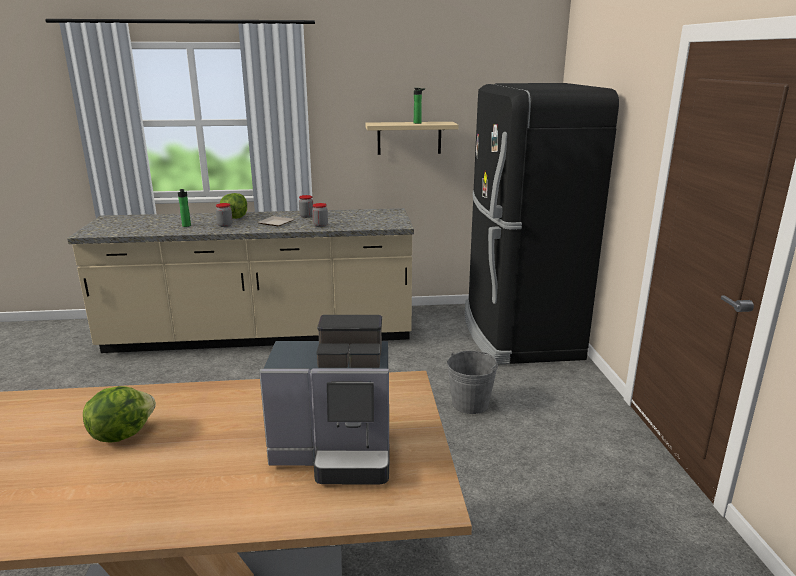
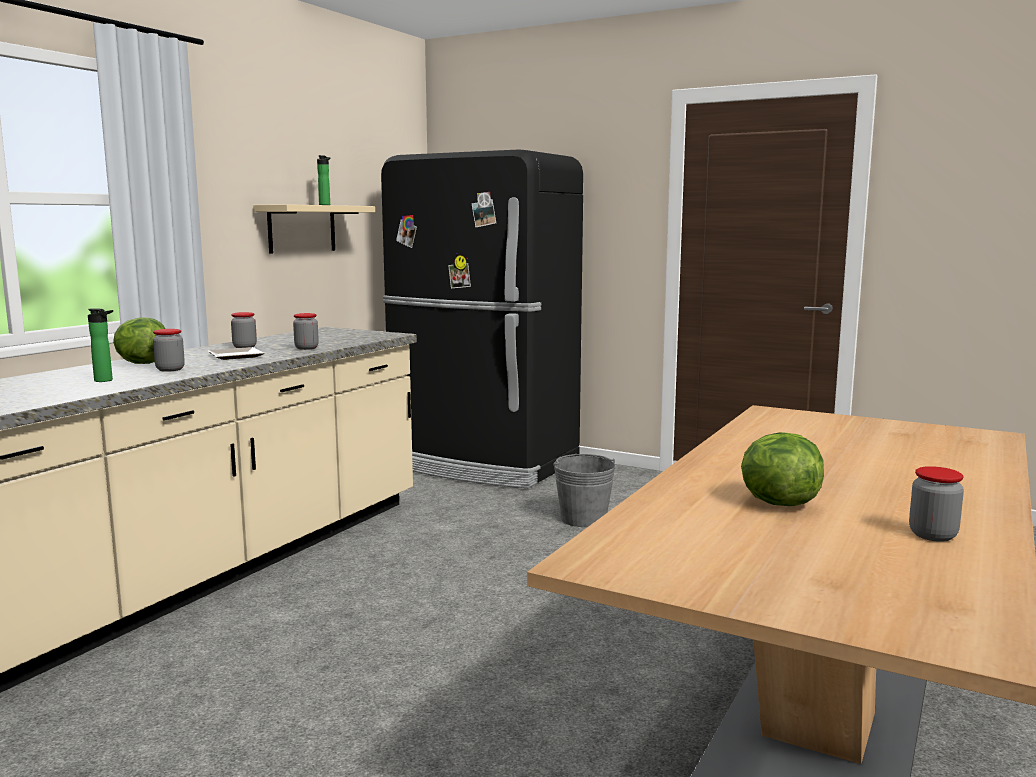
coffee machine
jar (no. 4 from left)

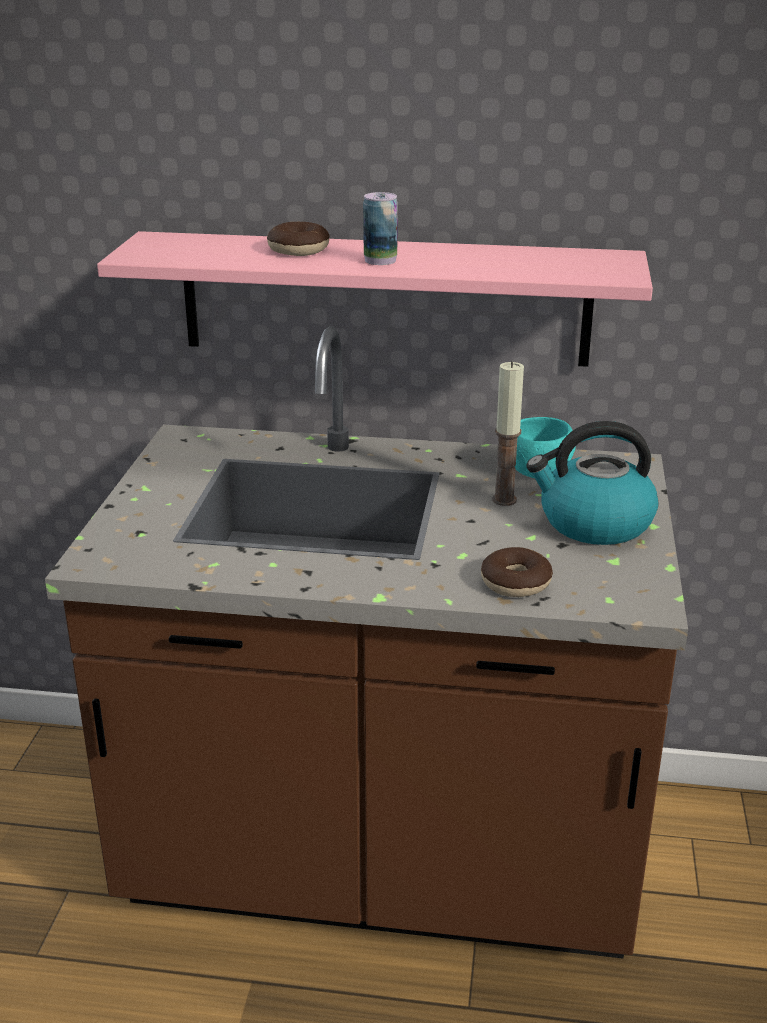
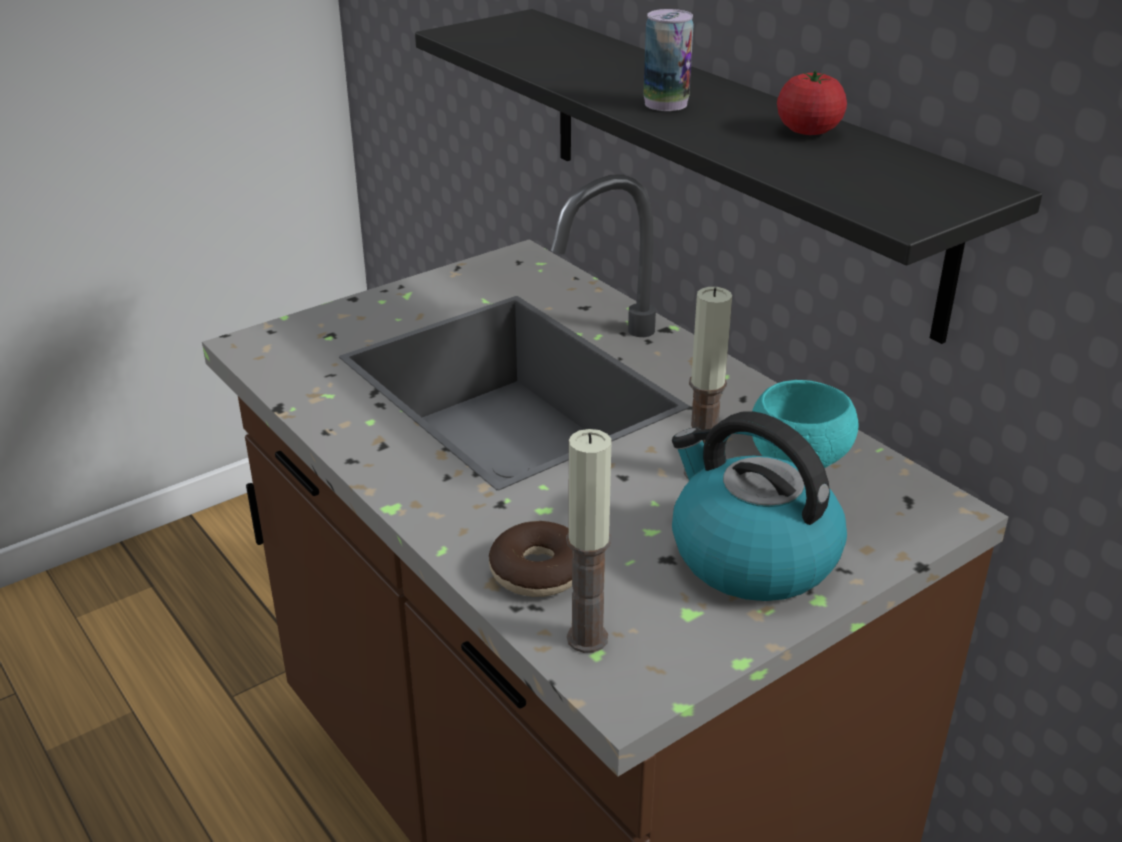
black shelf
donut (no. 1 from left in the first image)
candle (no. 1 from left)
tomato

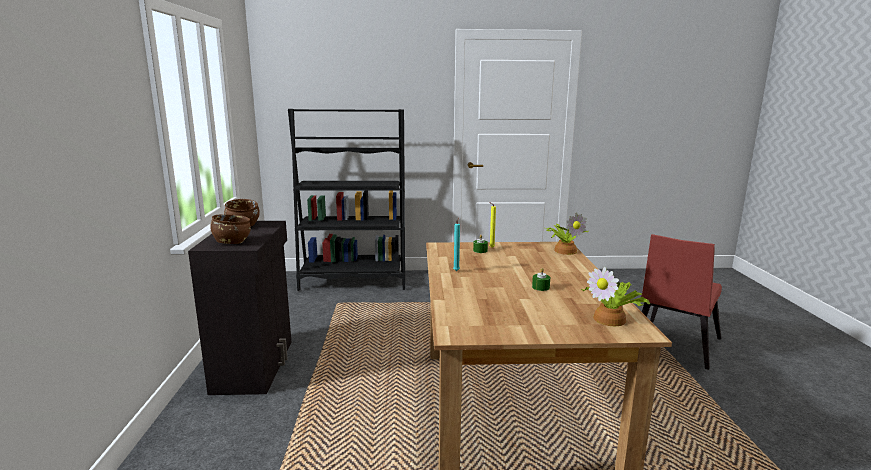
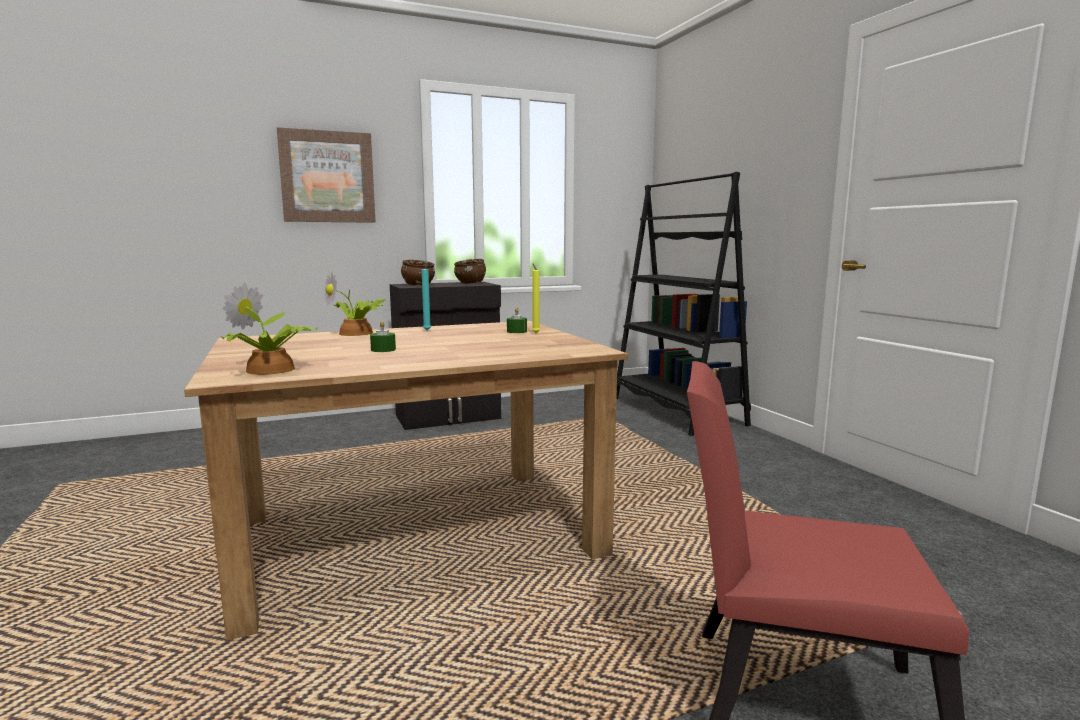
potted plant (no. 2 from left)
picture

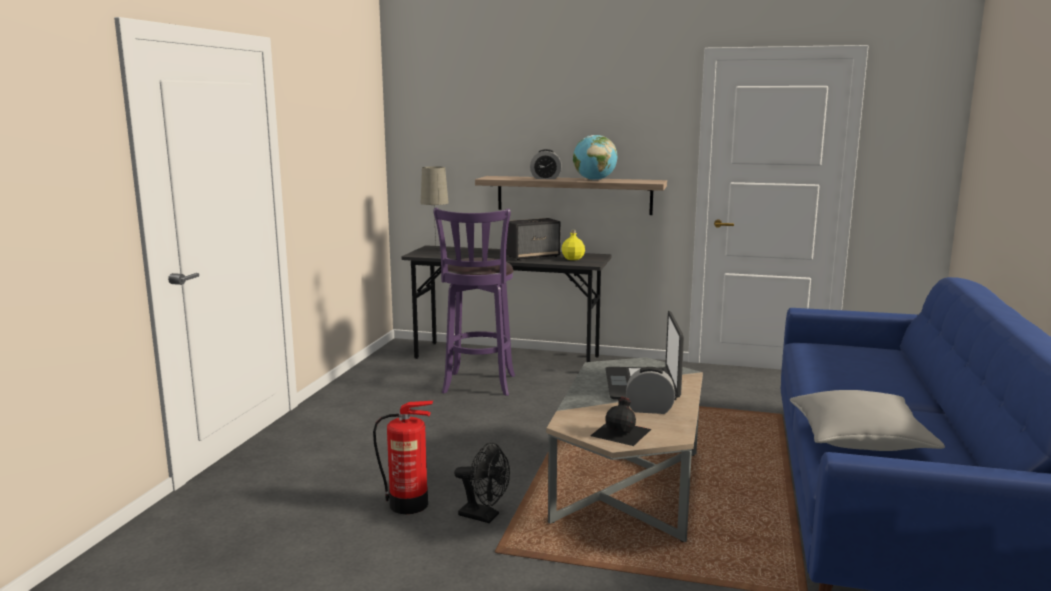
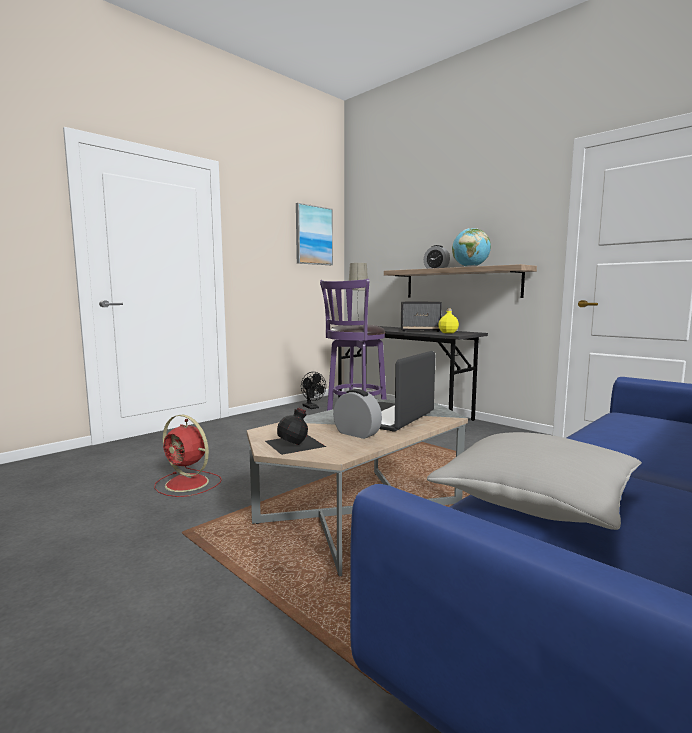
red fan
black fan
picture

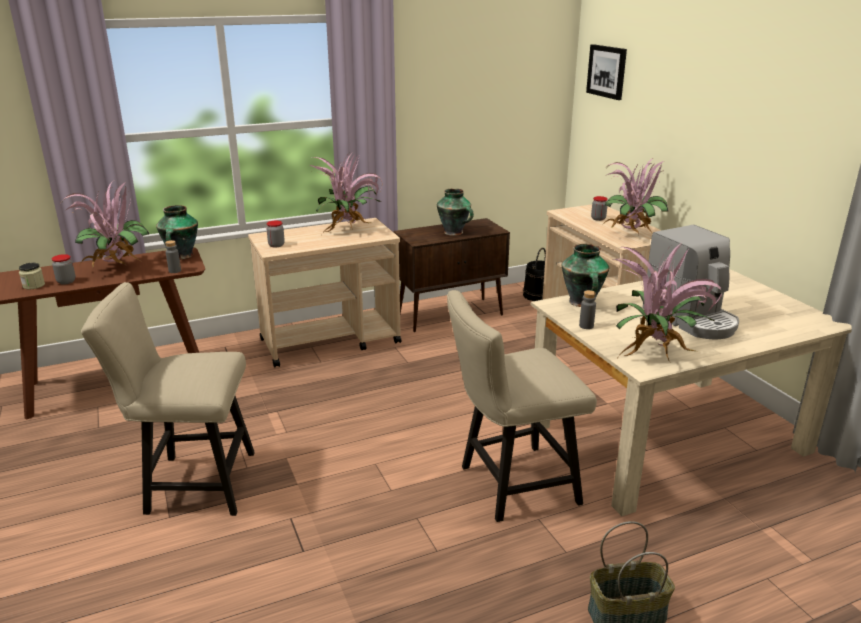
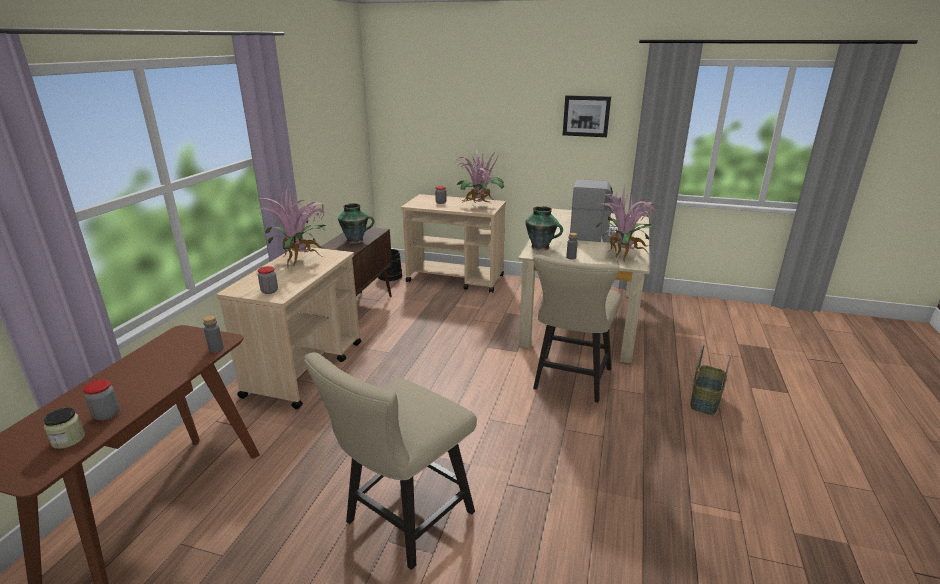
potted plant (no. 1 from left in the first image)
vase (no. 1 from left in the first image)
picture

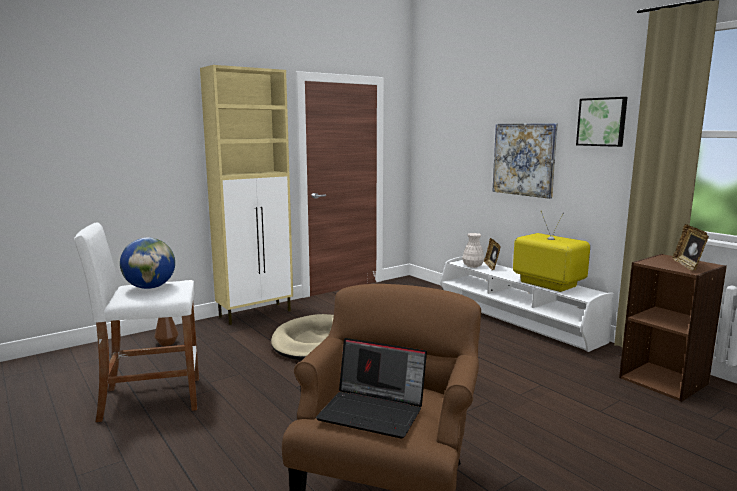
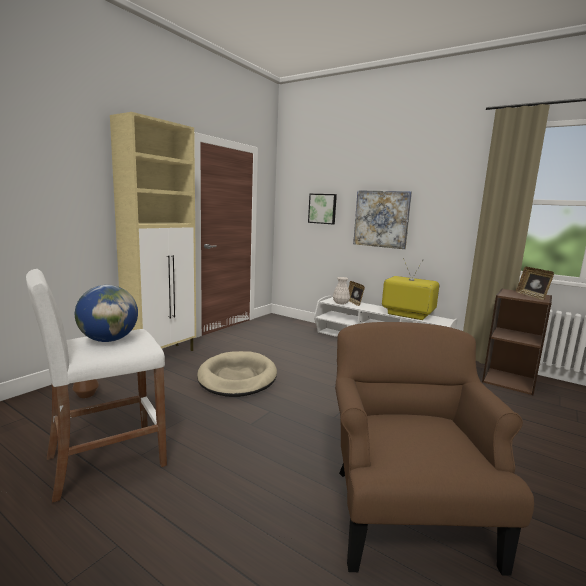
laptop
picture (no. 1 from left)

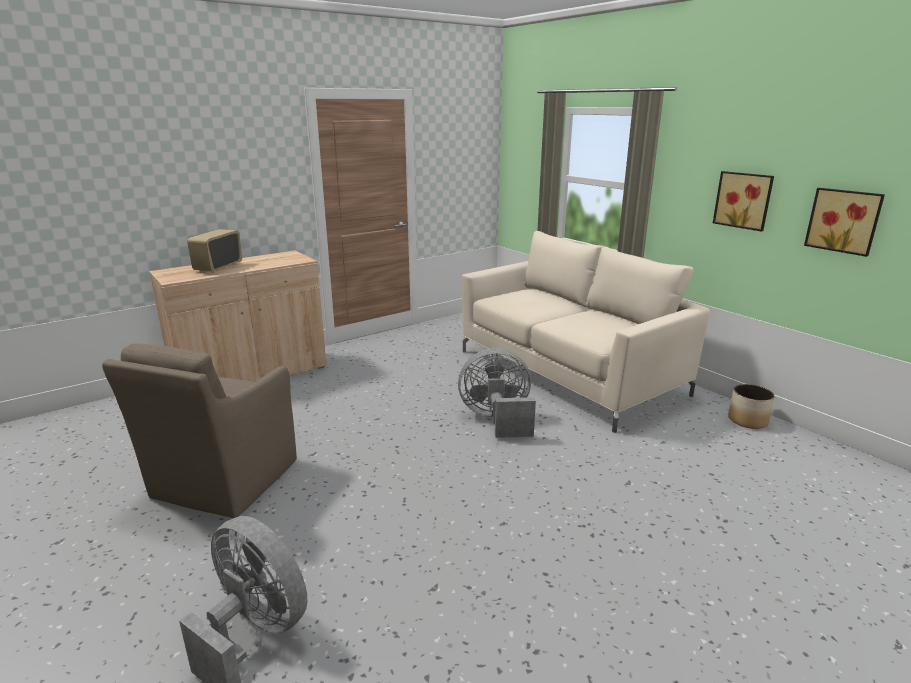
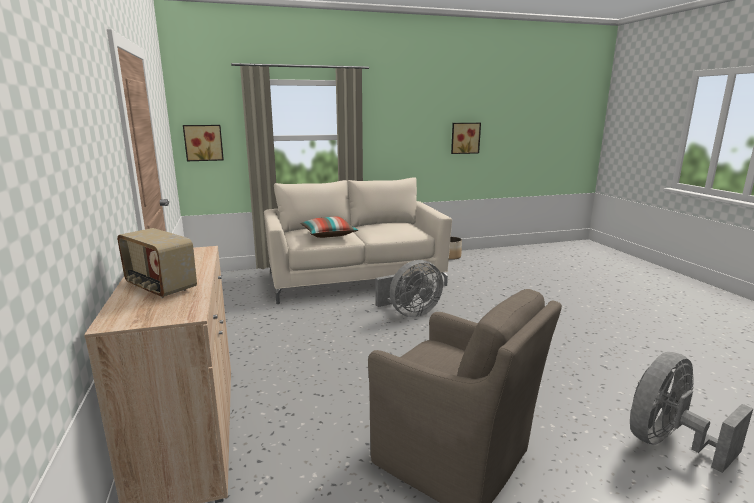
grey fan (no. 1 from left)
picture (no. 1 from left)
pillow

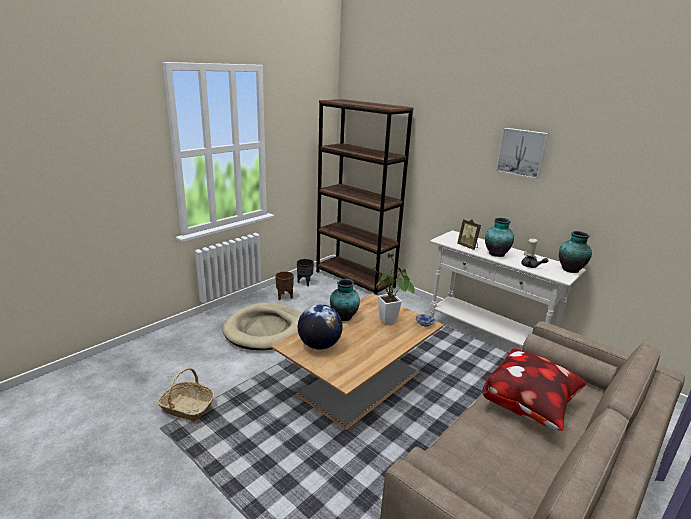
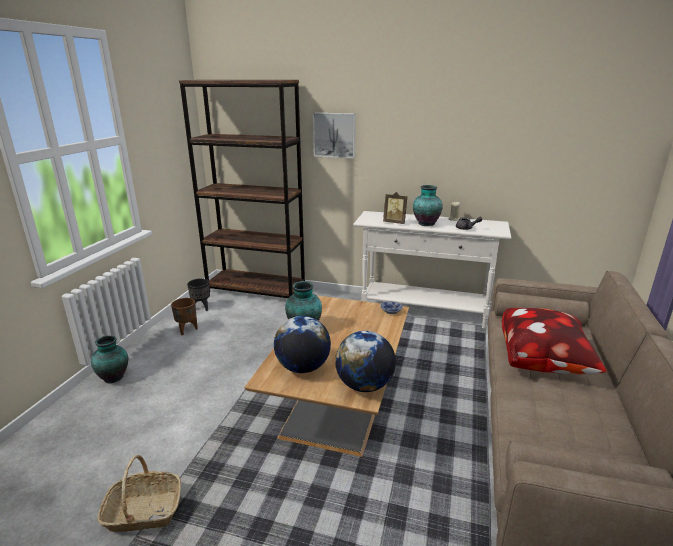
beige dog bed
potted plant
picture
vase (no. 1 from left)
globe (no. 2 from left)

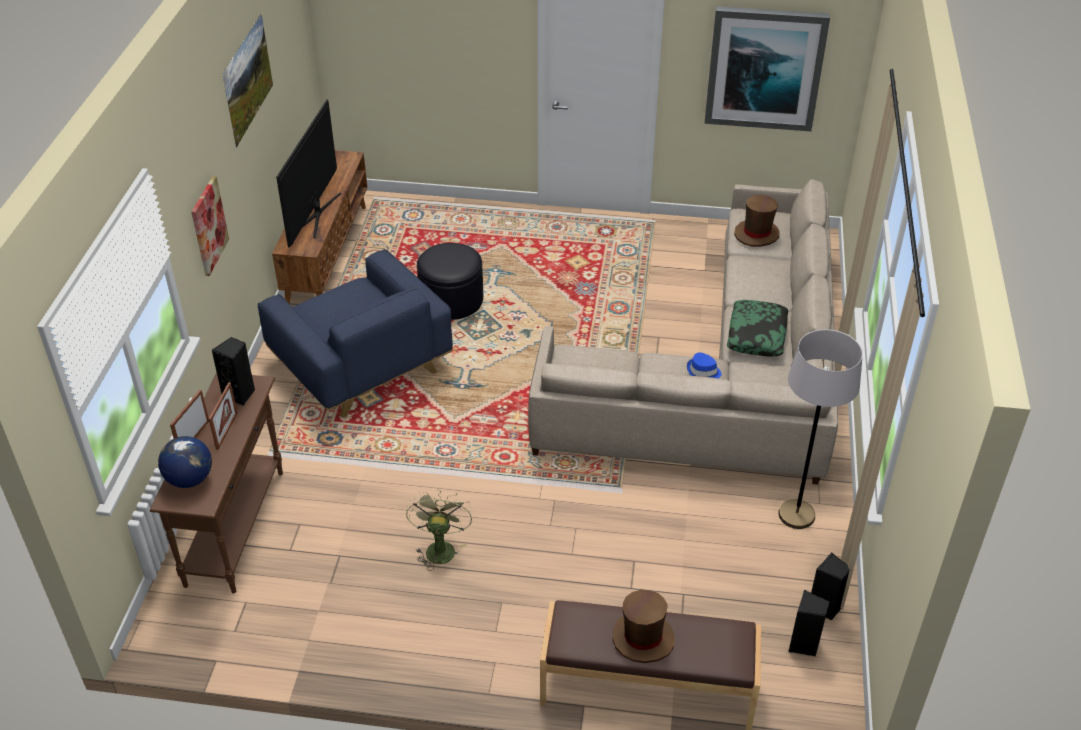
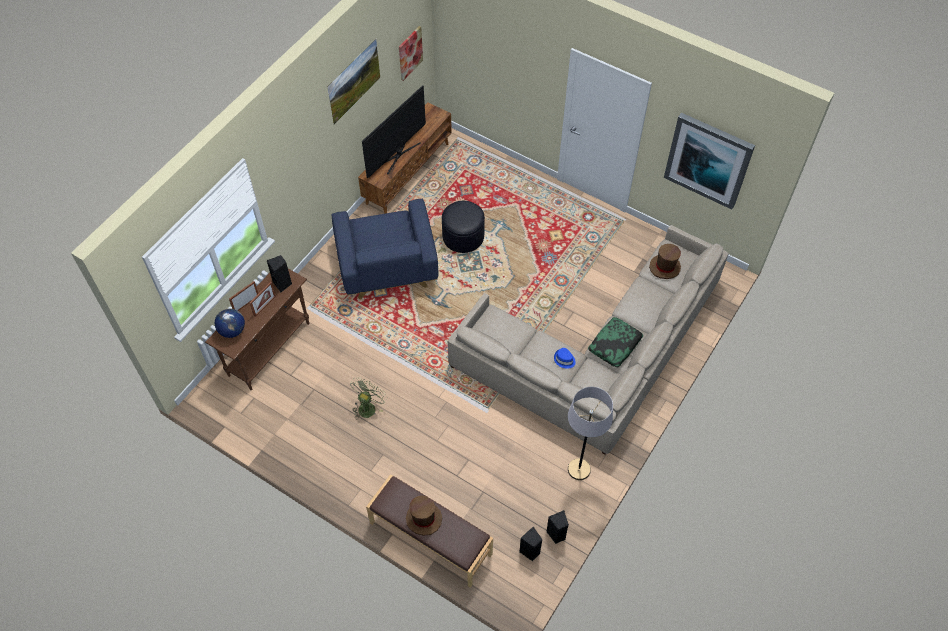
picture (no. 2 from left)

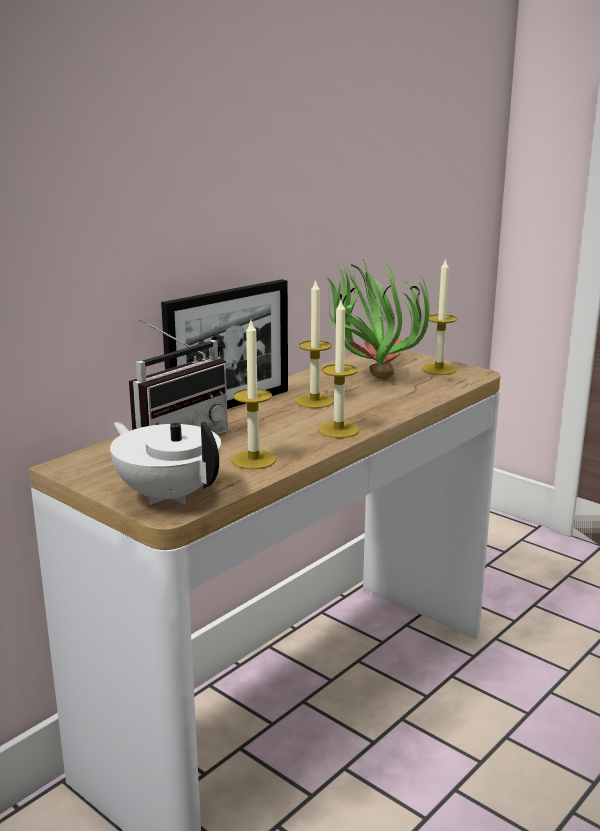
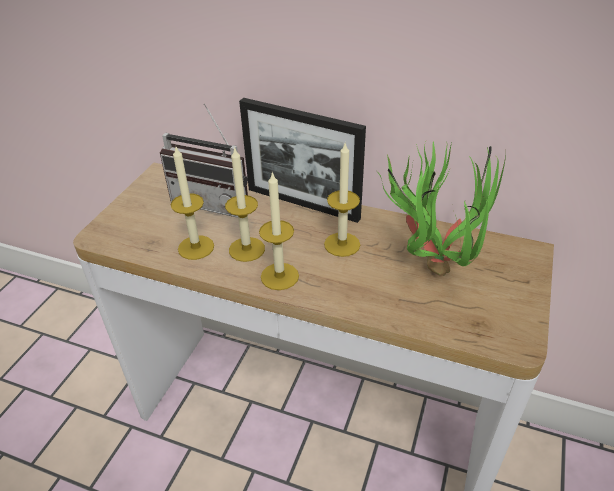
white teapot
candle (no. 2 from left)

